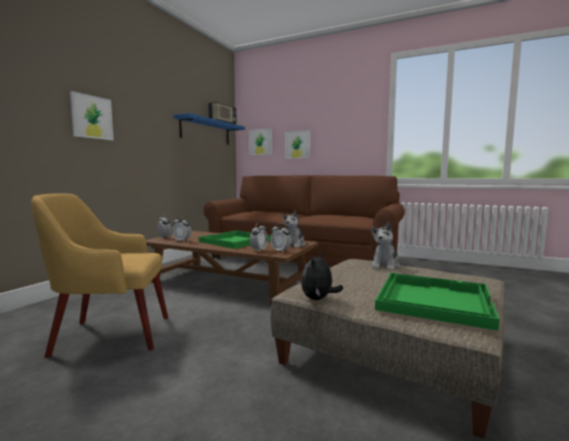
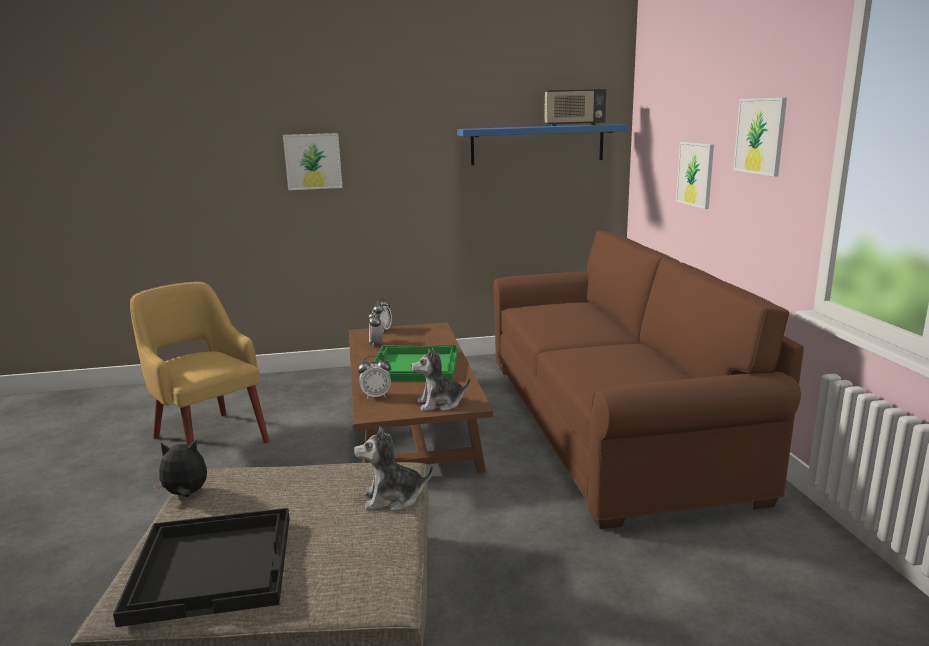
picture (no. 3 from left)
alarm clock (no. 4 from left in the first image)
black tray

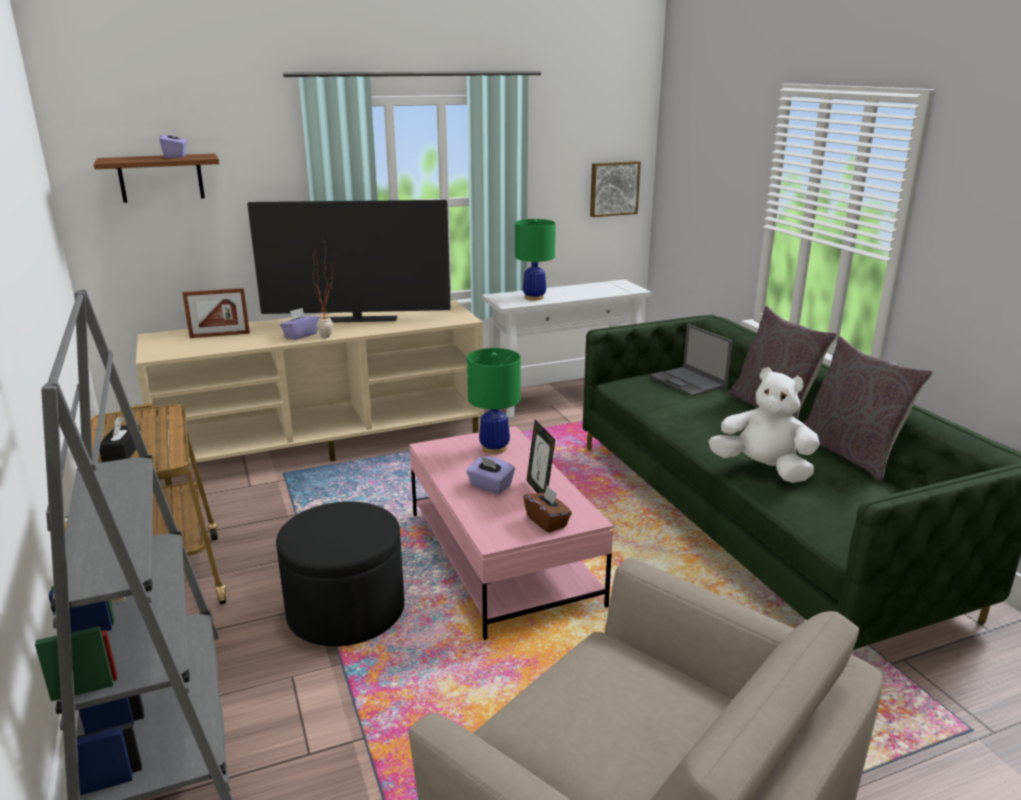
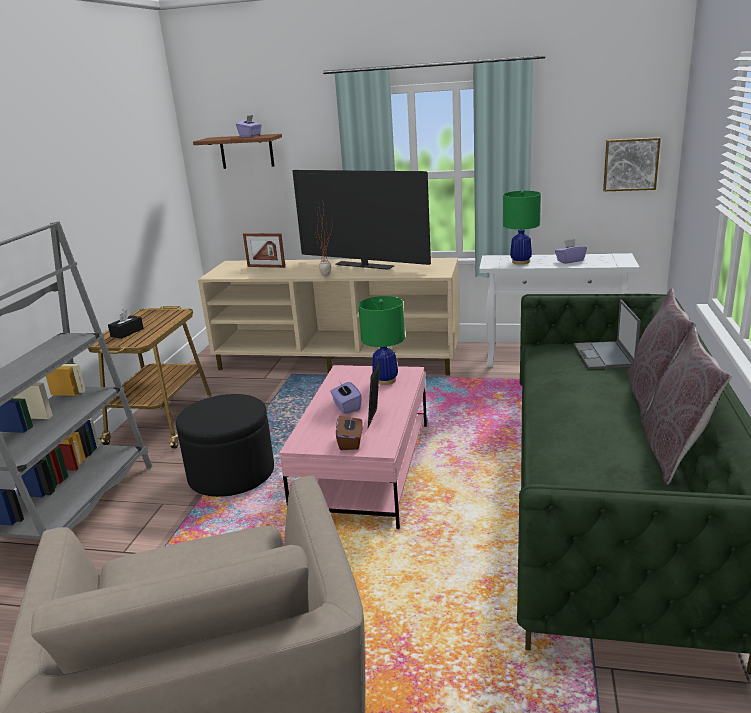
purple tissue box (no. 3 from left)
white plush toy

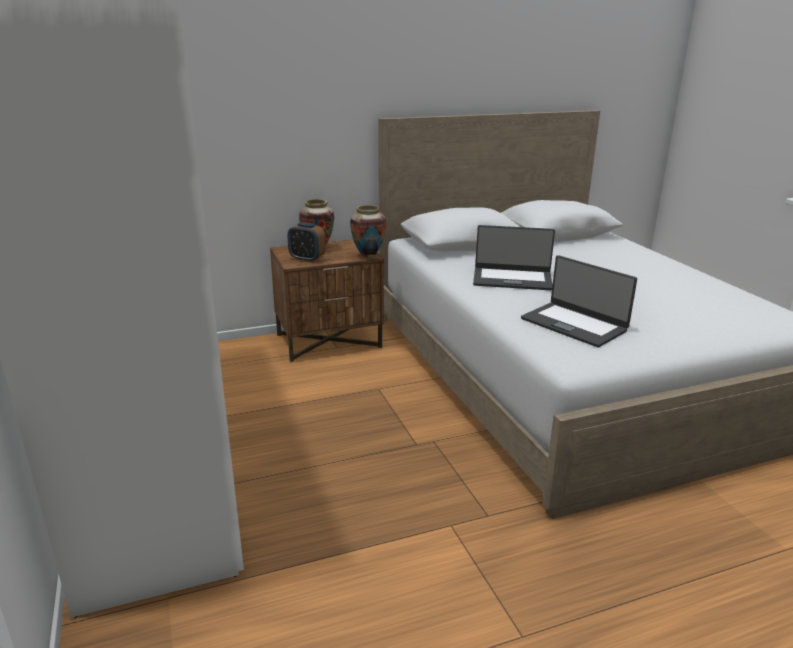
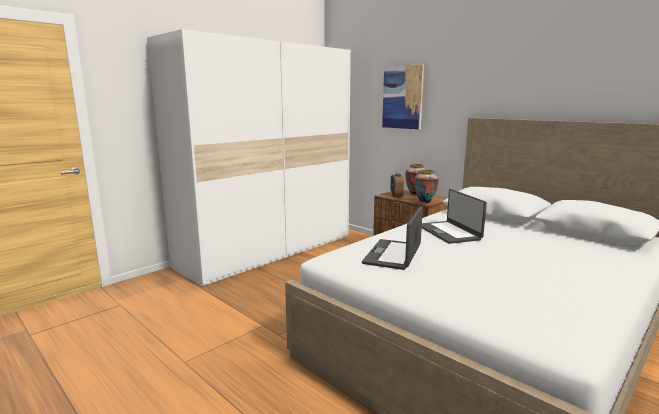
picture

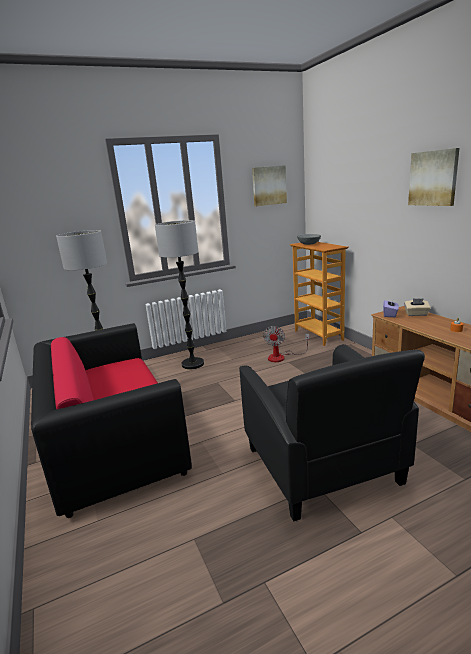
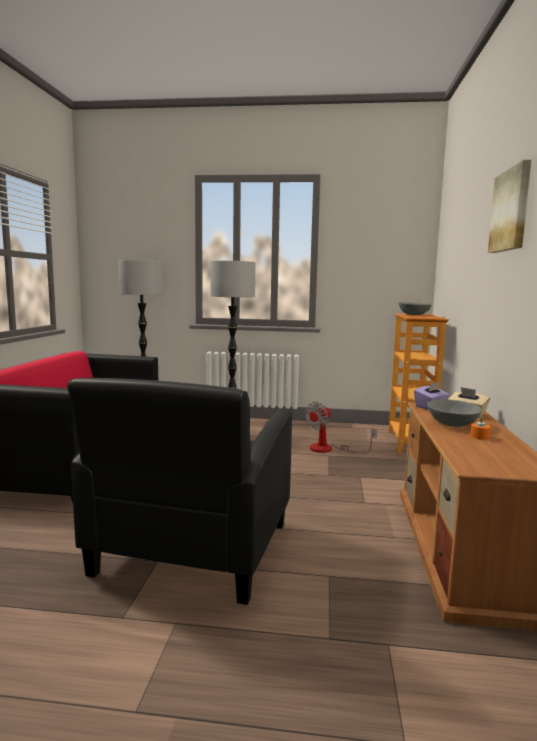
picture (no. 1 from left in the first image)
grey bowl (no. 2 from left)

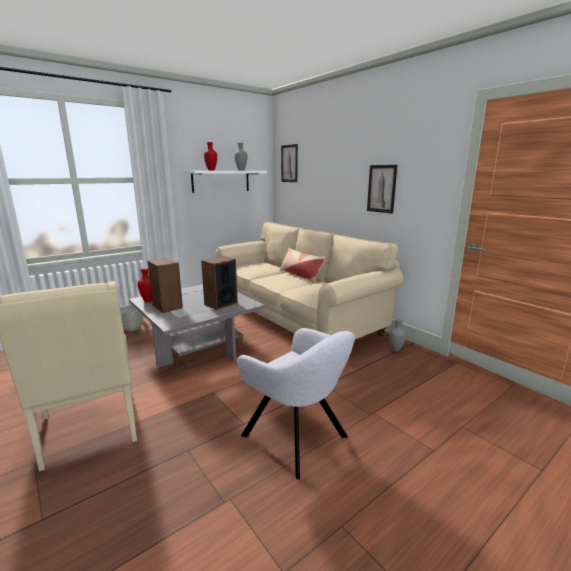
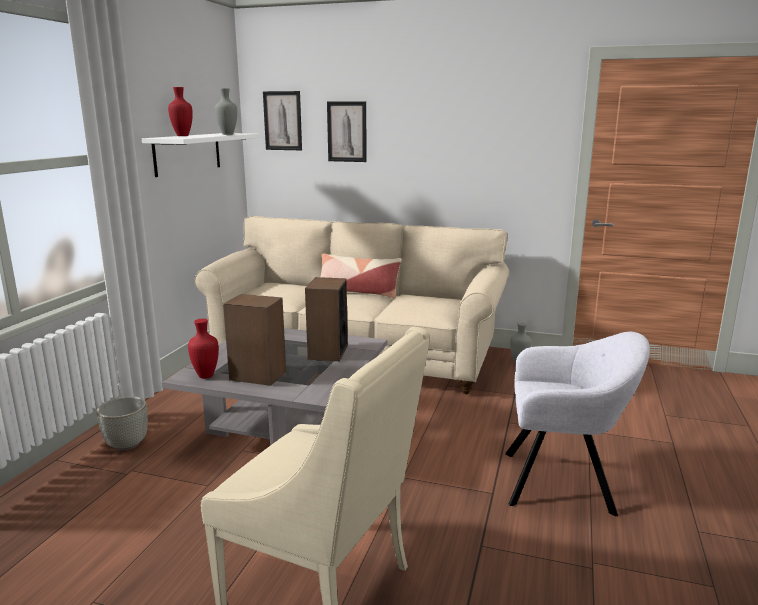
picture (no. 2 from left)

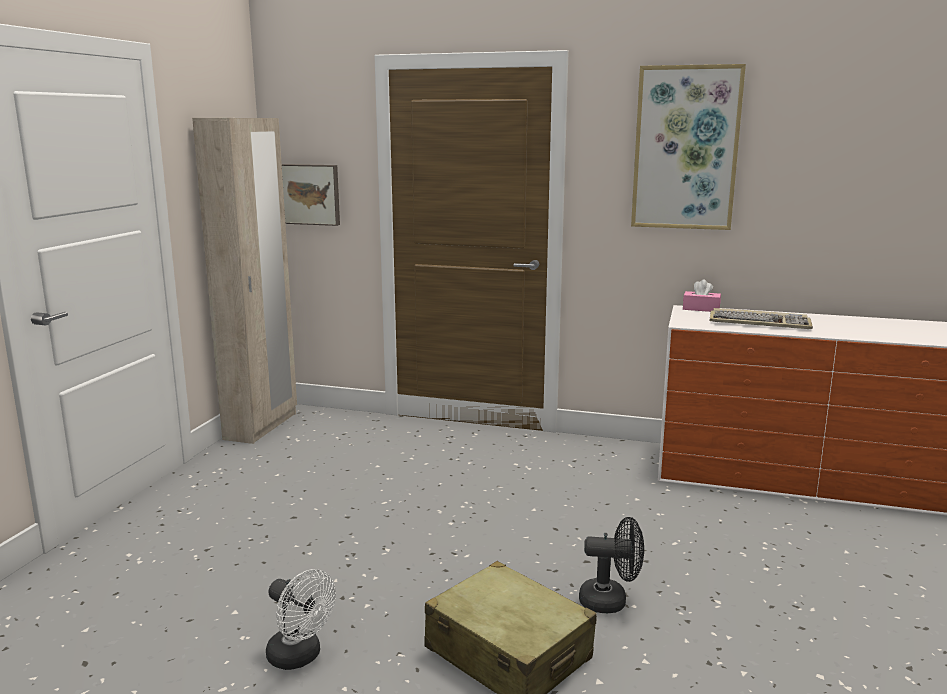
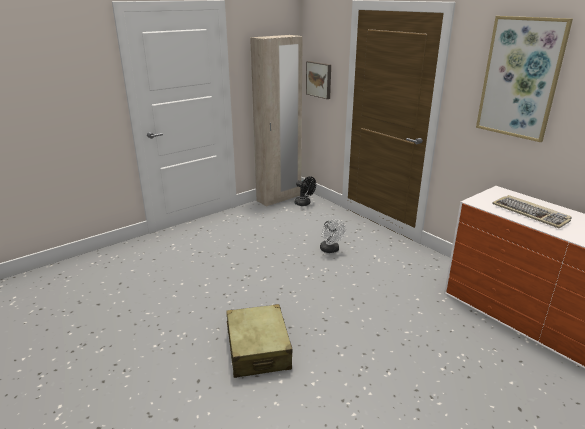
white fan
black fan
pink tissue box

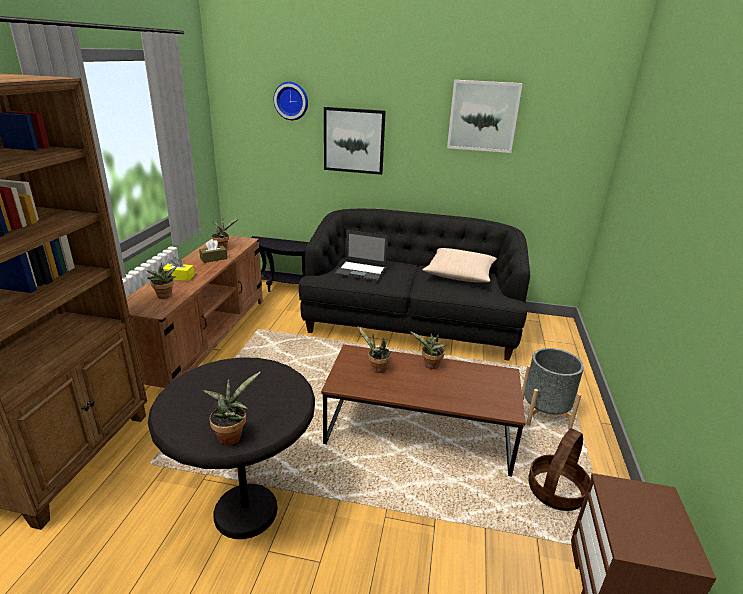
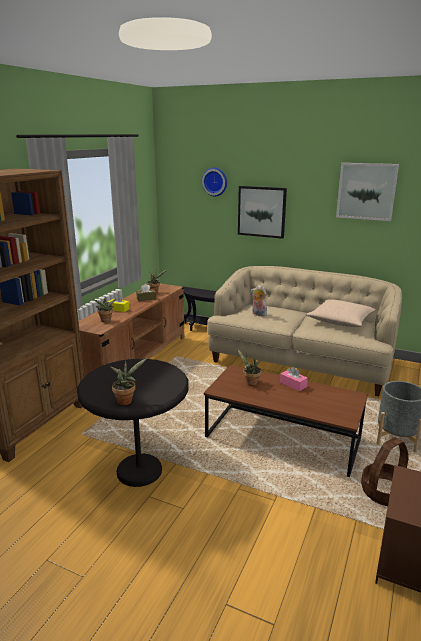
beige sofa
plush toy
pink tissue box

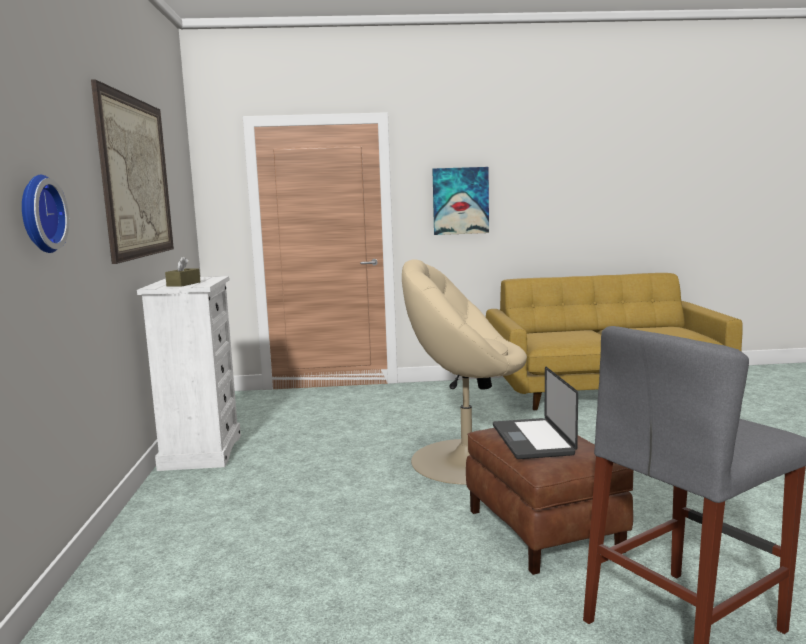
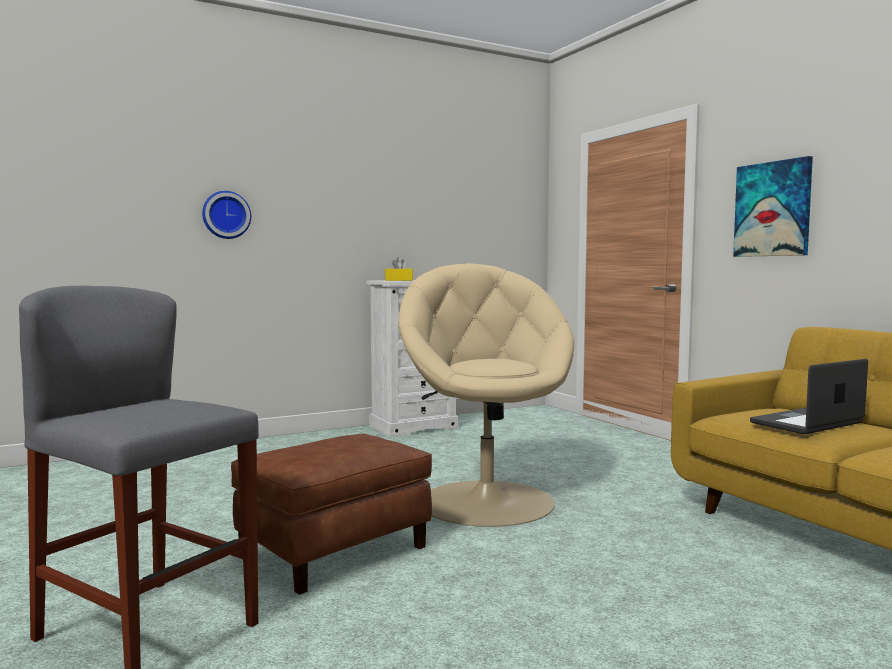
picture (no. 1 from left in the first image)
yellow tissue box
laptop

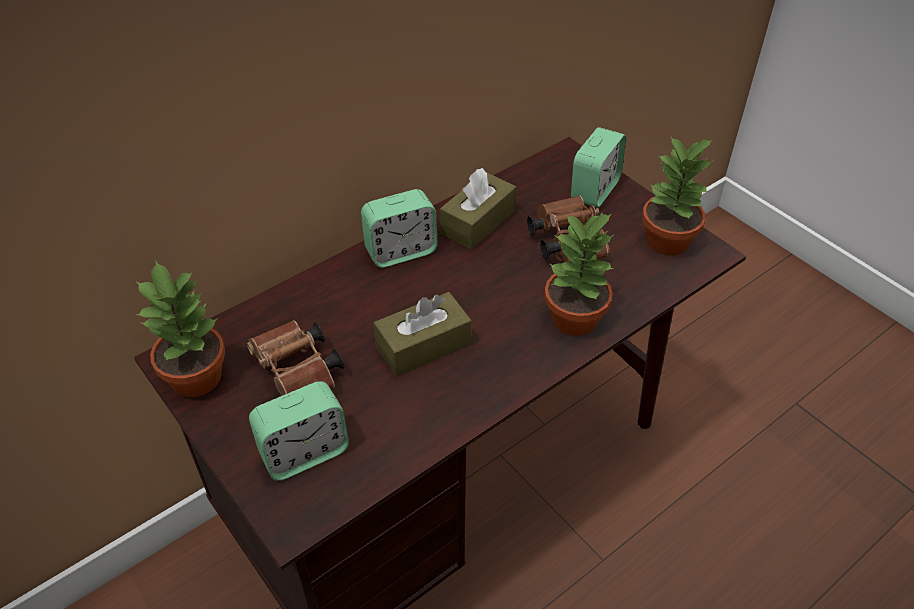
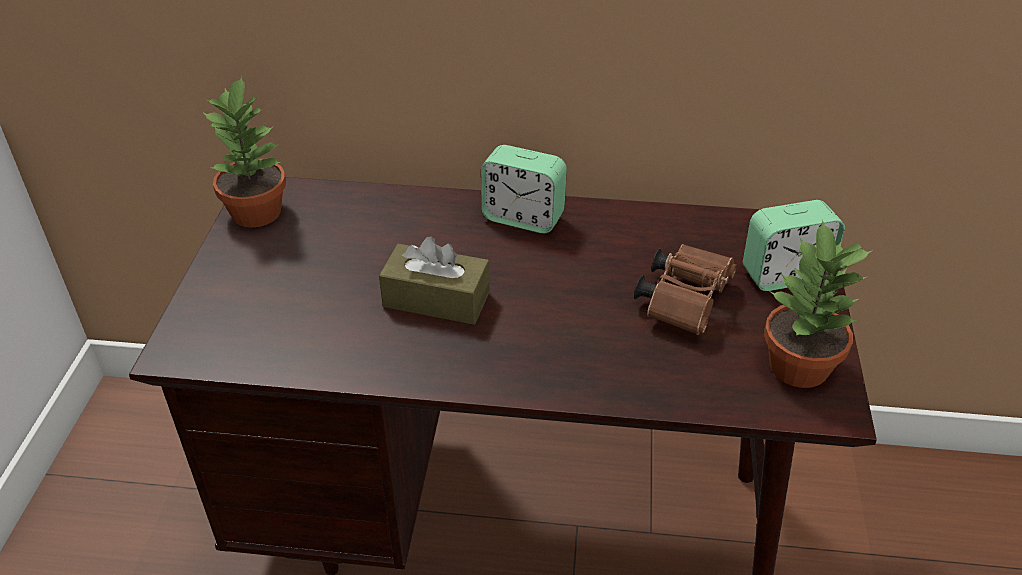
brown binoculars (no. 1 from left in the first image)
alarm clock (no. 1 from left in the first image)
brown tissue box (no. 2 from left in the first image)
potted plant (no. 2 from left in the first image)

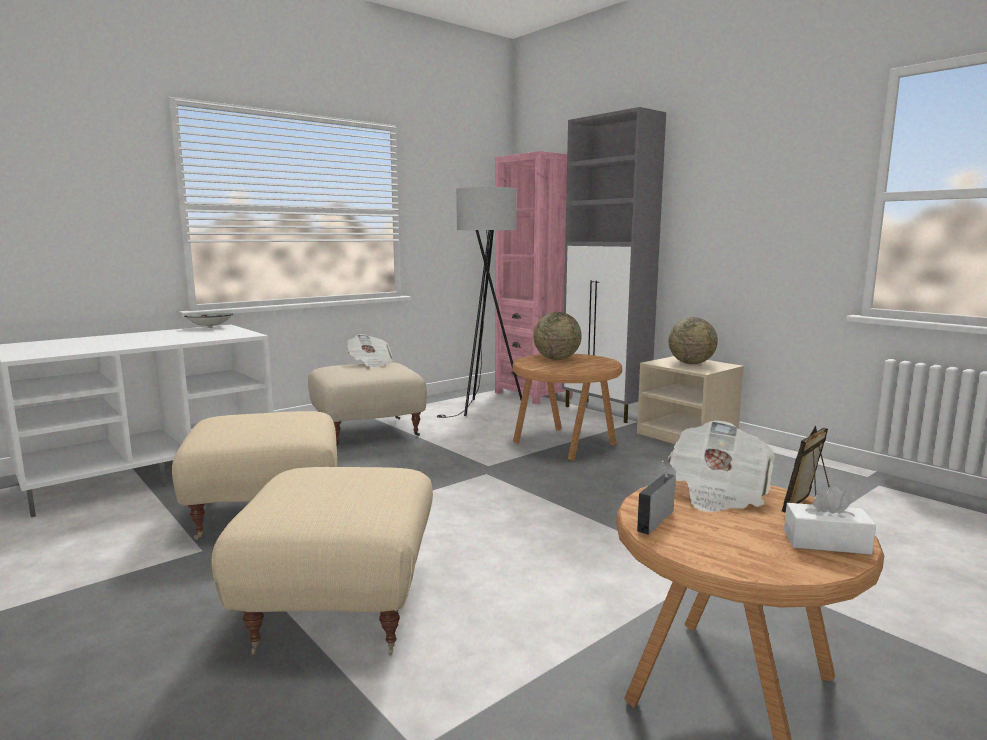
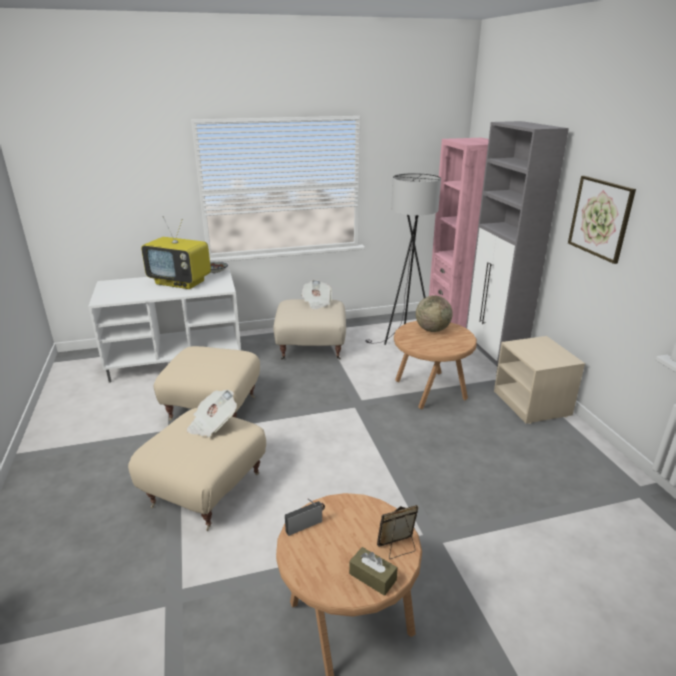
newspaper (no. 1 from left)
globe (no. 2 from left in the first image)
brown tissue box
television
picture

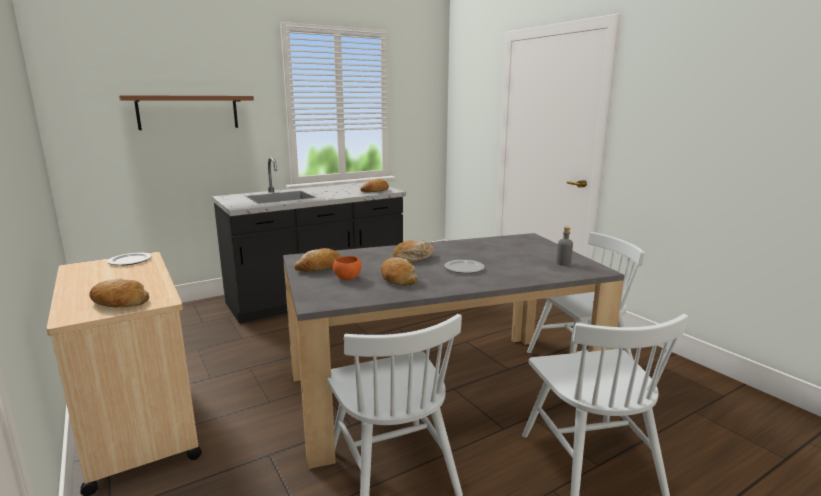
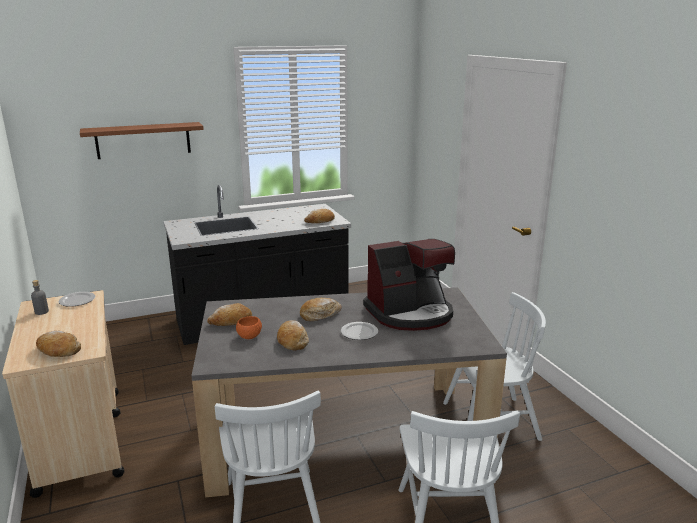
grey bottle
coffee machine

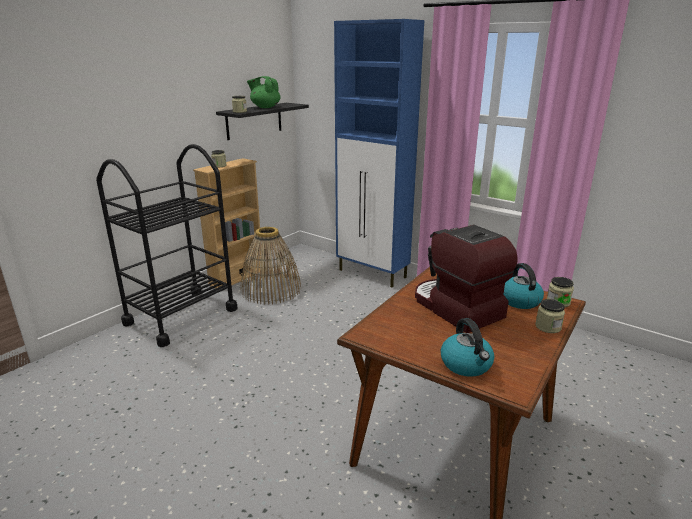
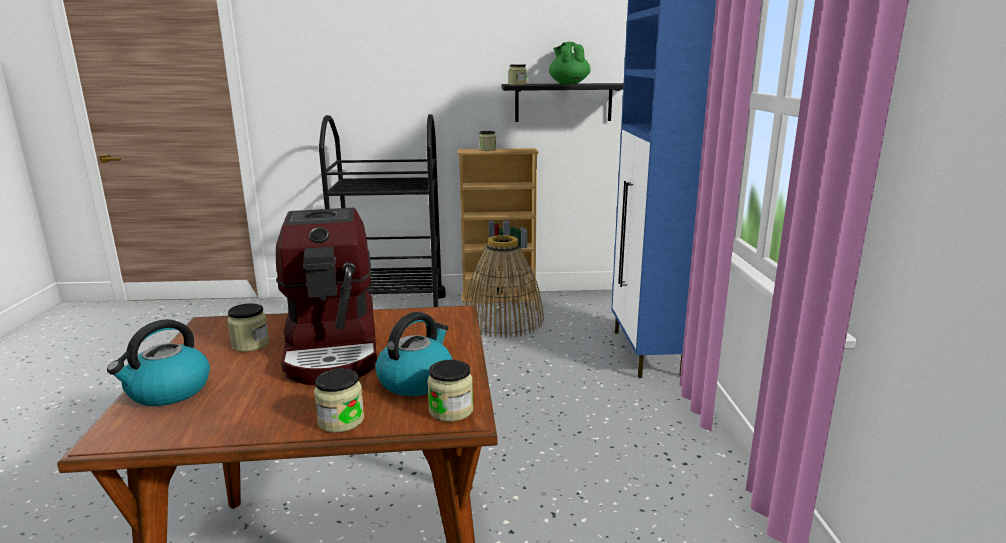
coffee machine
jar (no. 1 from left)

